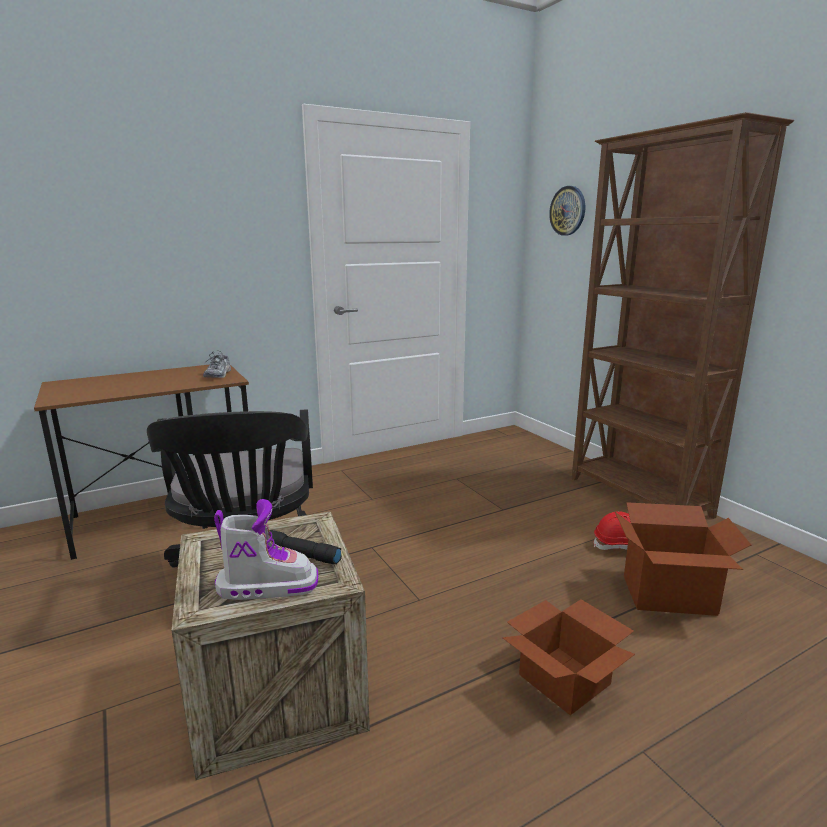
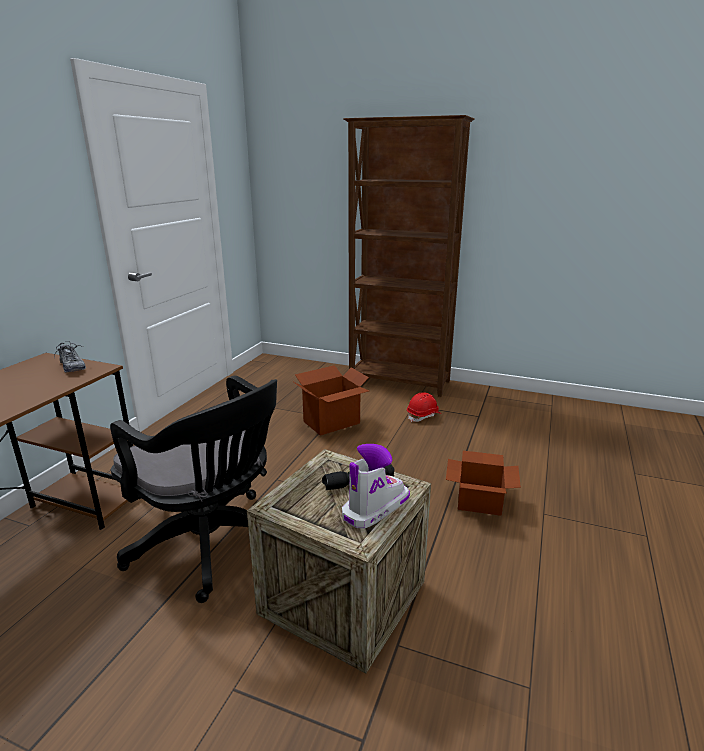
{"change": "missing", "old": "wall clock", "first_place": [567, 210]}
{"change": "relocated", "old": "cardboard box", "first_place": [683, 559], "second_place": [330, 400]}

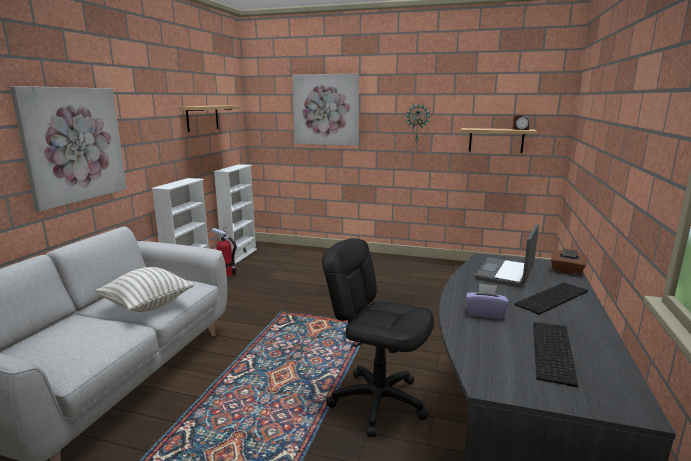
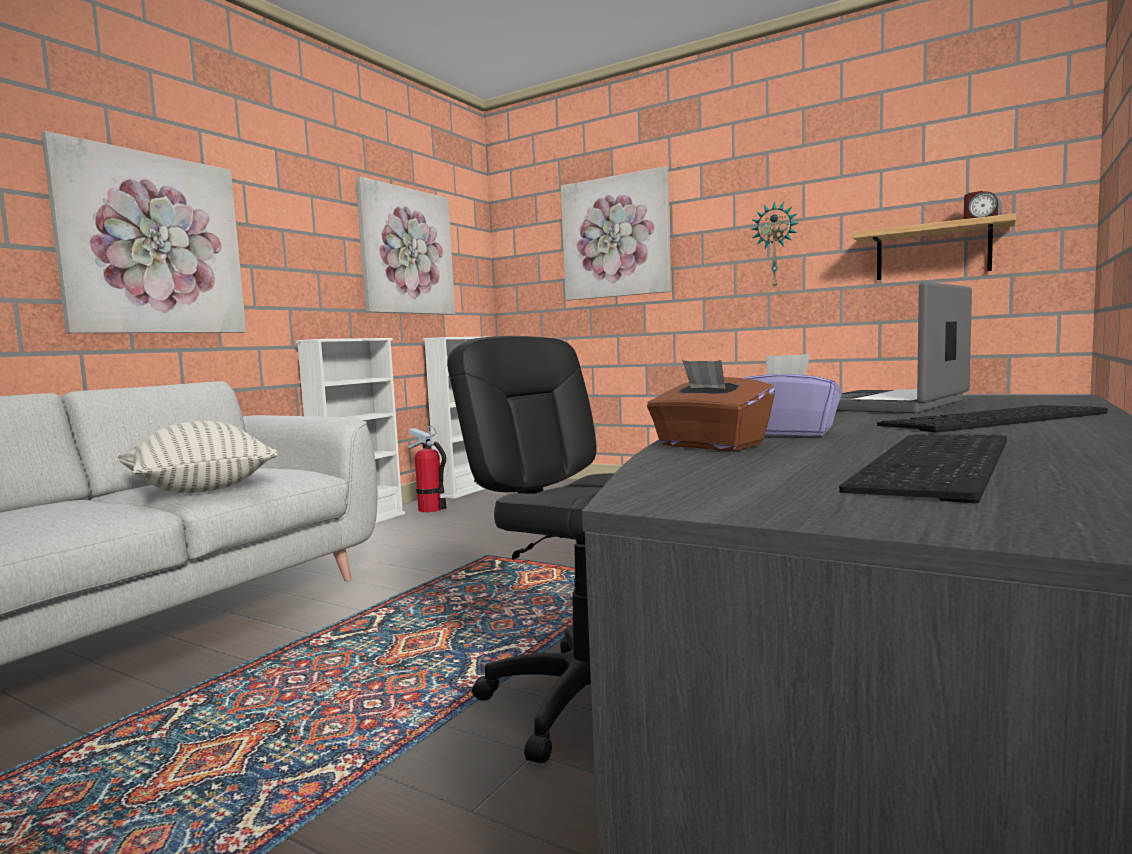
{"change": "exchanged", "old": "shelf", "new": "picture", "first_place": [210, 118], "second_place": [405, 245]}
{"change": "relocated", "old": "tissue box in brown", "first_place": [569, 261], "second_place": [711, 405]}

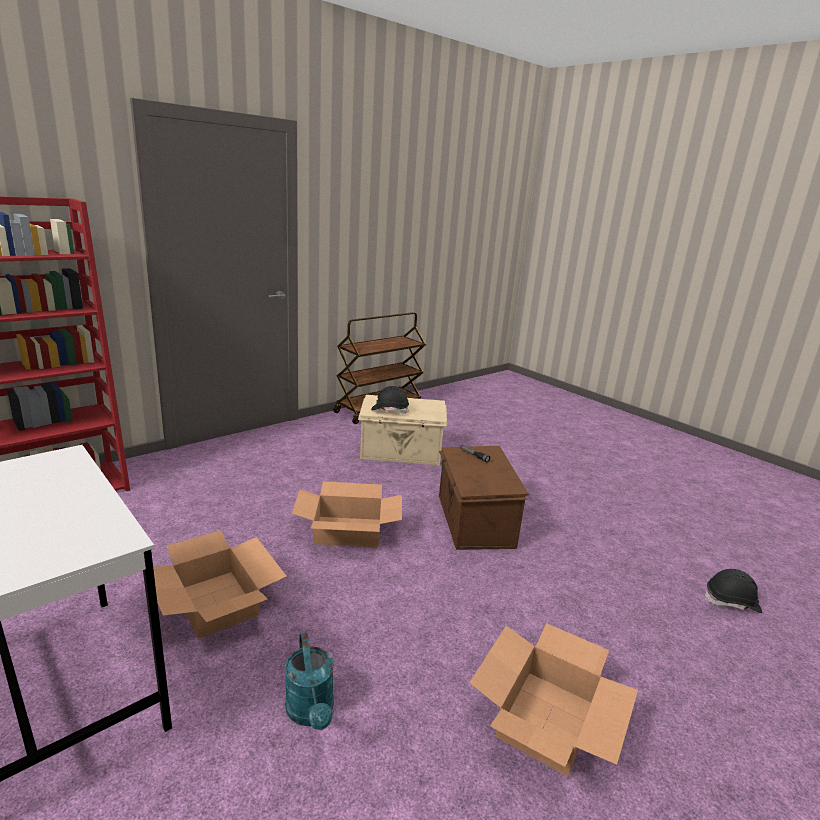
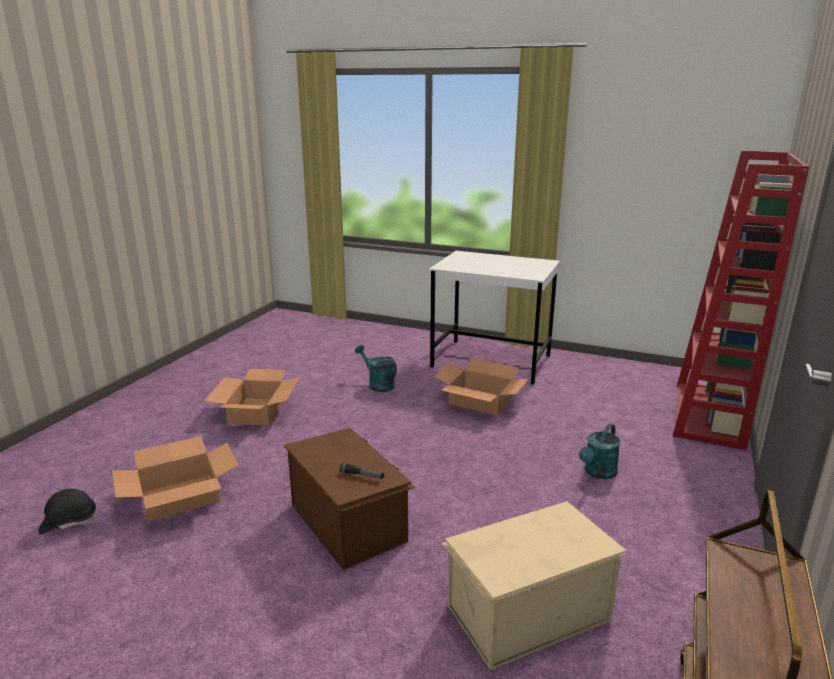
{"change": "relocated", "old": "cardboard box", "first_place": [347, 514], "second_place": [175, 478]}
{"change": "missing", "old": "hard hat in black", "first_place": [390, 400]}
{"change": "appeared", "new": "watering can in turquoise", "second_place": [599, 451]}

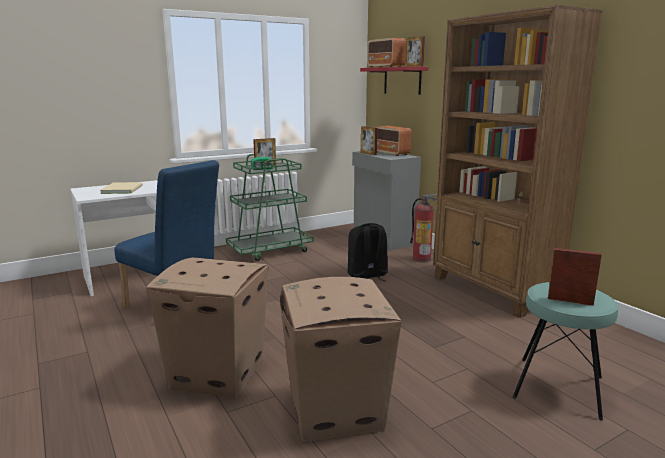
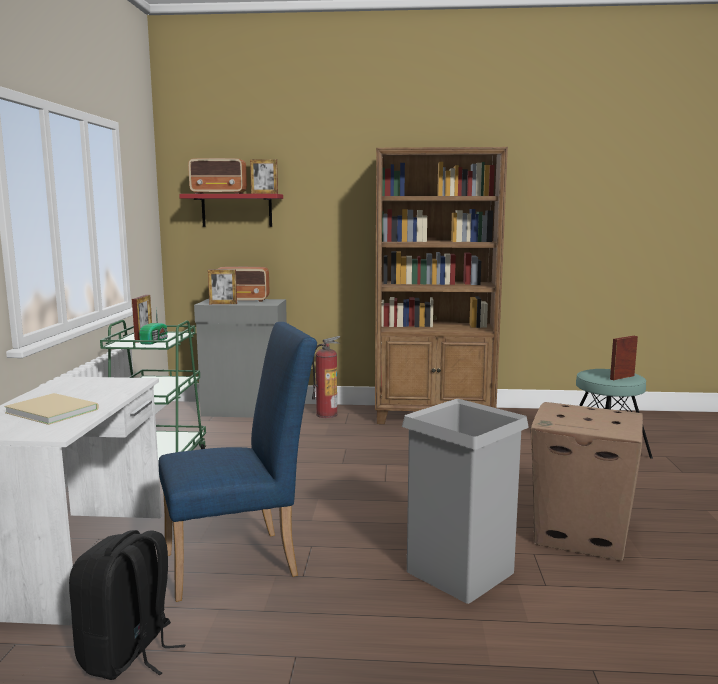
{"change": "exchanged", "old": "cardboard box", "new": "trash can in grey", "first_place": [207, 327], "second_place": [465, 501]}
{"change": "relocated", "old": "backpack in black", "first_place": [367, 252], "second_place": [127, 605]}

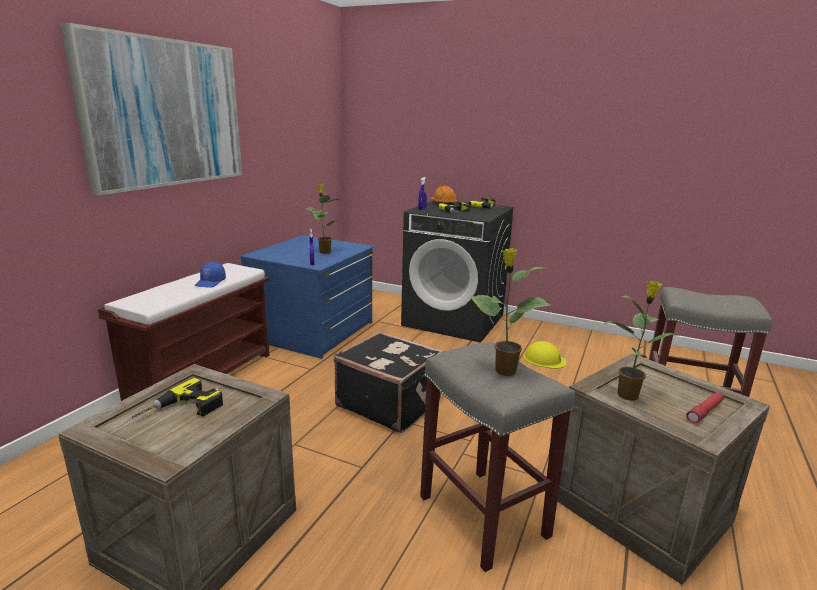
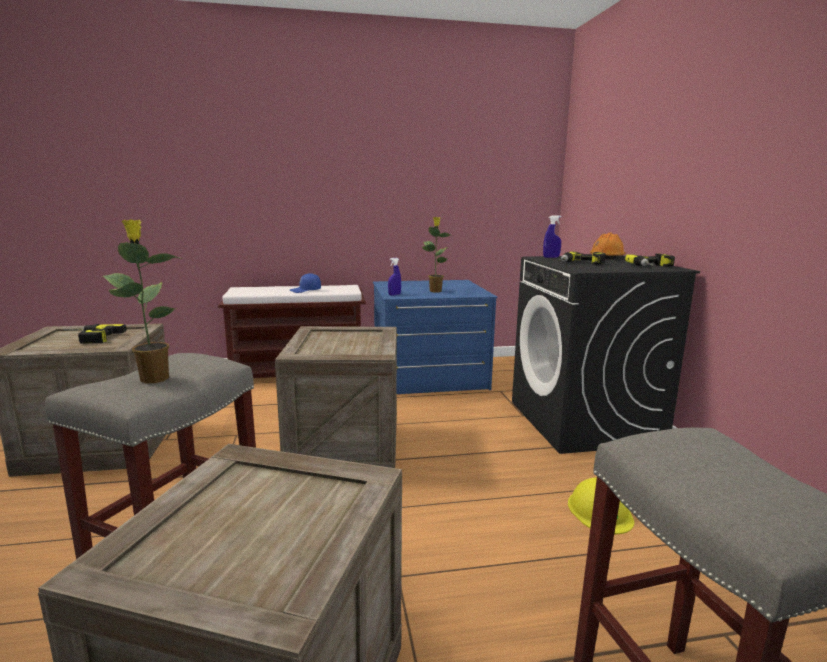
{"change": "missing", "old": "picture", "first_place": [151, 109]}
{"change": "exchanged", "old": "suitcase in black", "new": "crate", "first_place": [389, 382], "second_place": [336, 397]}
{"change": "missing", "old": "potted plant", "first_place": [644, 340]}
{"change": "missing", "old": "flashlight in red", "first_place": [705, 408]}

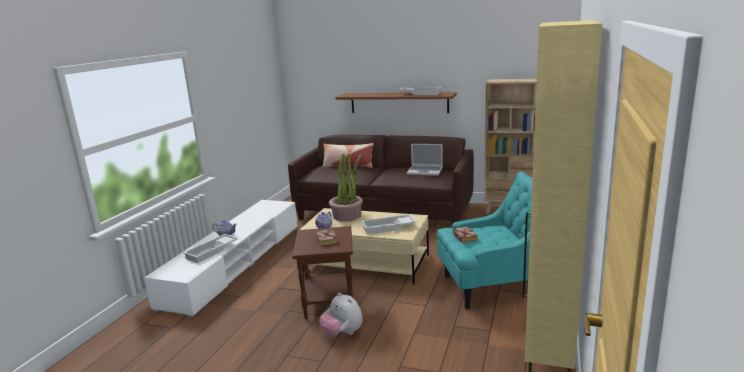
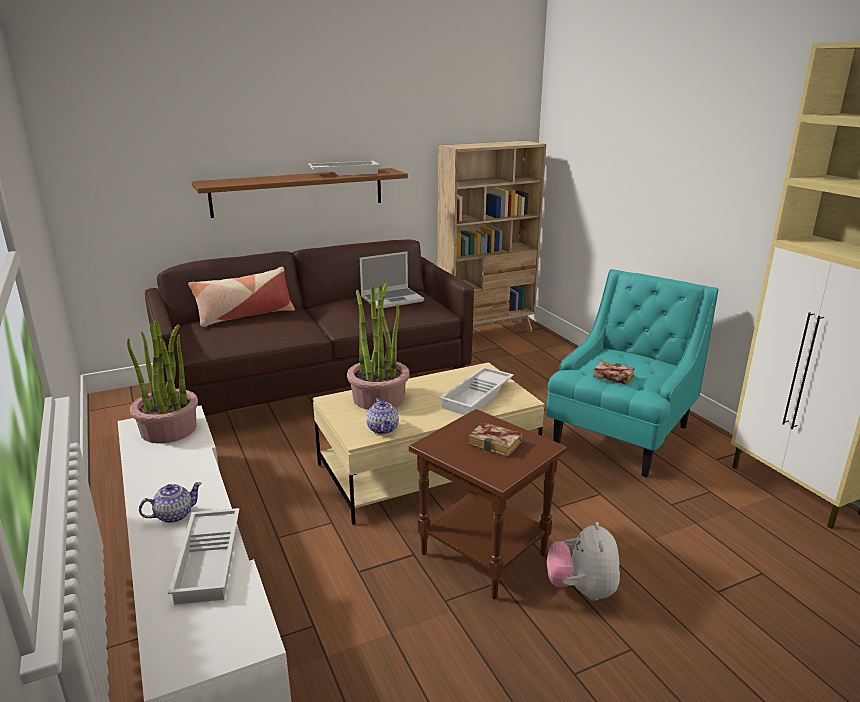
{"change": "spun", "old": "plush toy", "first_place": [341, 314], "second_place": [583, 561], "degrees": 90}
{"change": "appeared", "new": "potted plant", "second_place": [162, 381]}

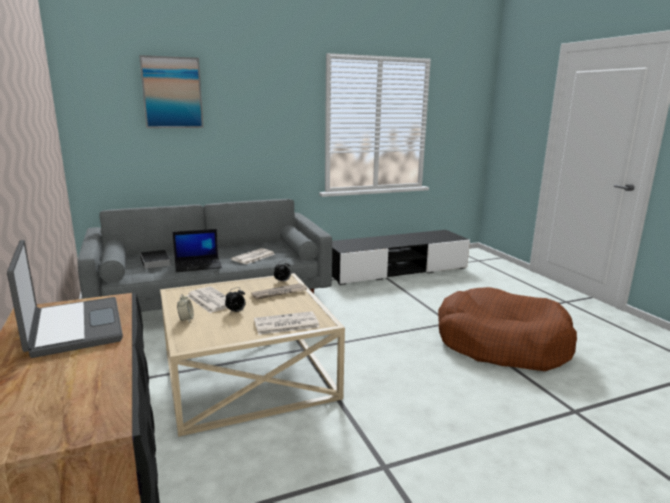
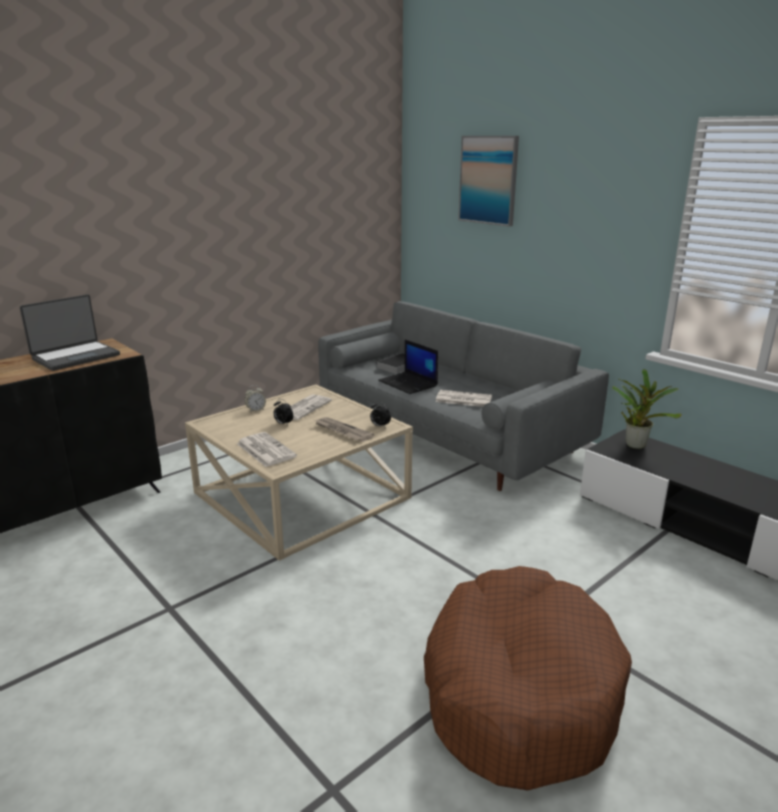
{"change": "appeared", "new": "potted plant", "second_place": [647, 409]}

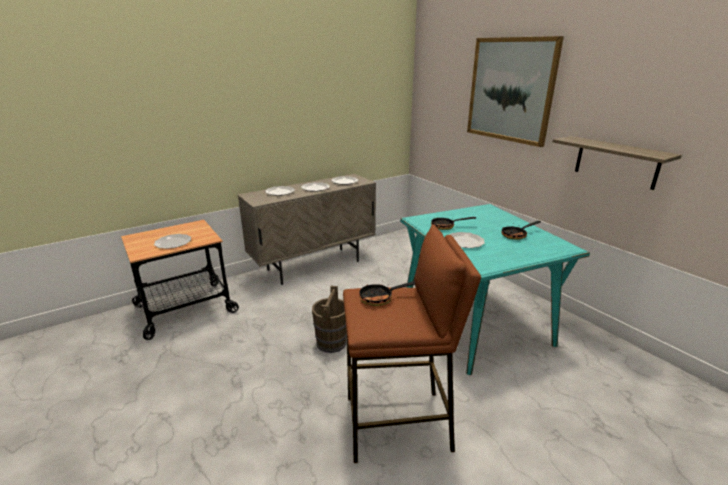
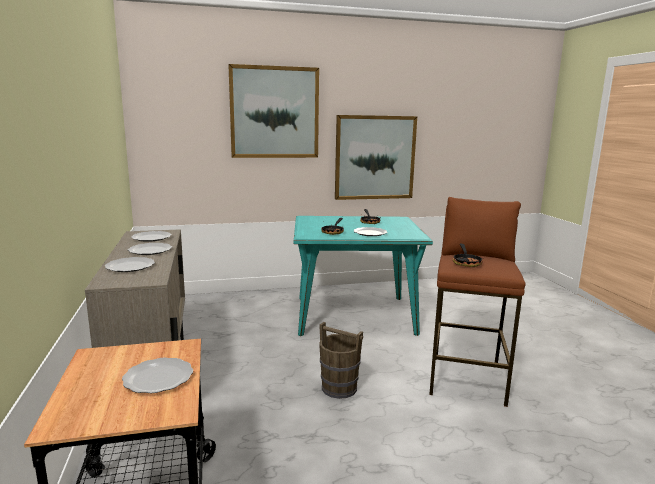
{"change": "exchanged", "old": "shelf", "new": "picture", "first_place": [617, 163], "second_place": [376, 157]}

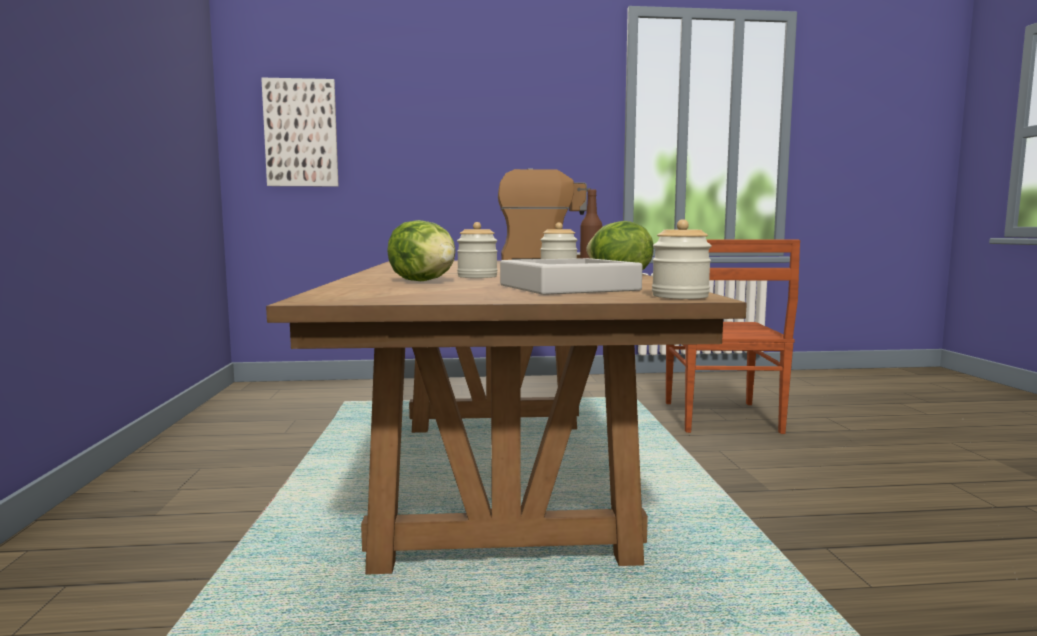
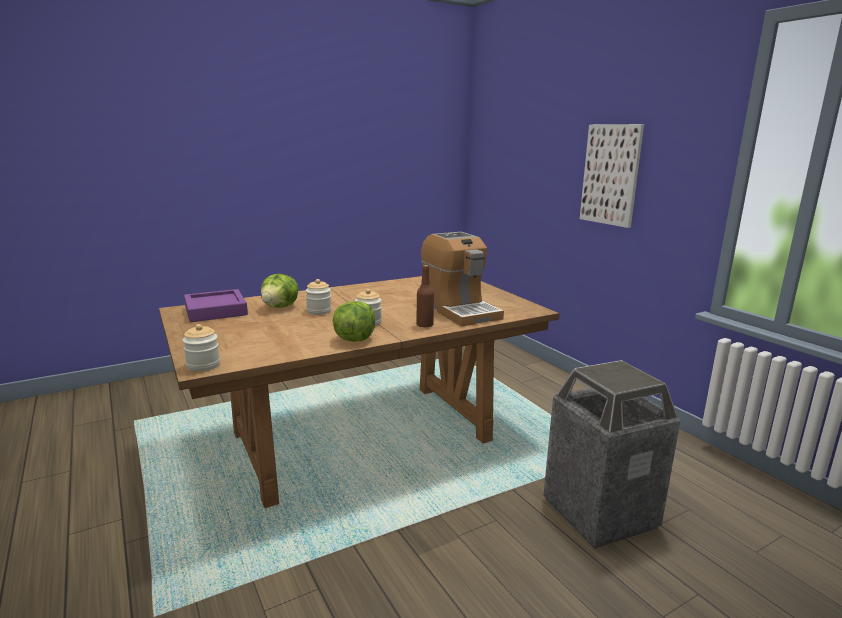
{"change": "relocated", "old": "picture", "first_place": [299, 132], "second_place": [612, 176]}
{"change": "missing", "old": "tray in grey", "first_place": [571, 276]}
{"change": "exchanged", "old": "chair in brown", "new": "trash can", "first_place": [733, 336], "second_place": [611, 454]}
{"change": "appeared", "new": "tray in purple", "second_place": [216, 305]}

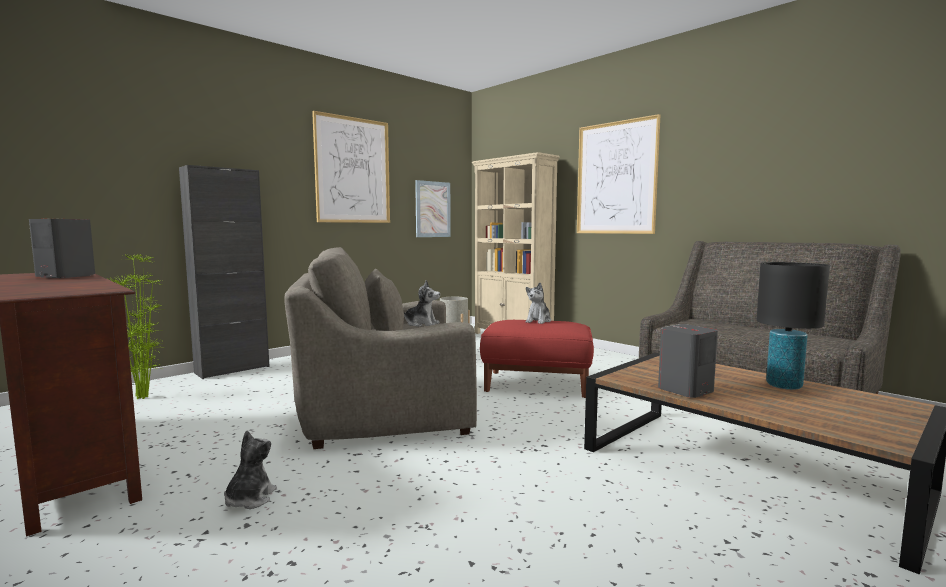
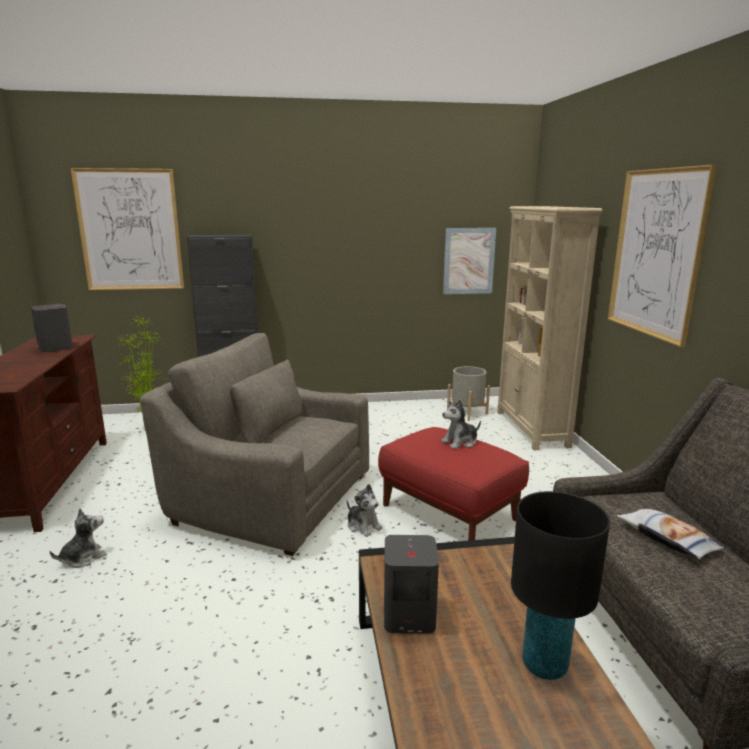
{"change": "relocated", "old": "picture", "first_place": [351, 167], "second_place": [127, 229]}
{"change": "relocated", "old": "plush toy", "first_place": [422, 303], "second_place": [364, 510]}
{"change": "appeared", "new": "pillow", "second_place": [671, 533]}

